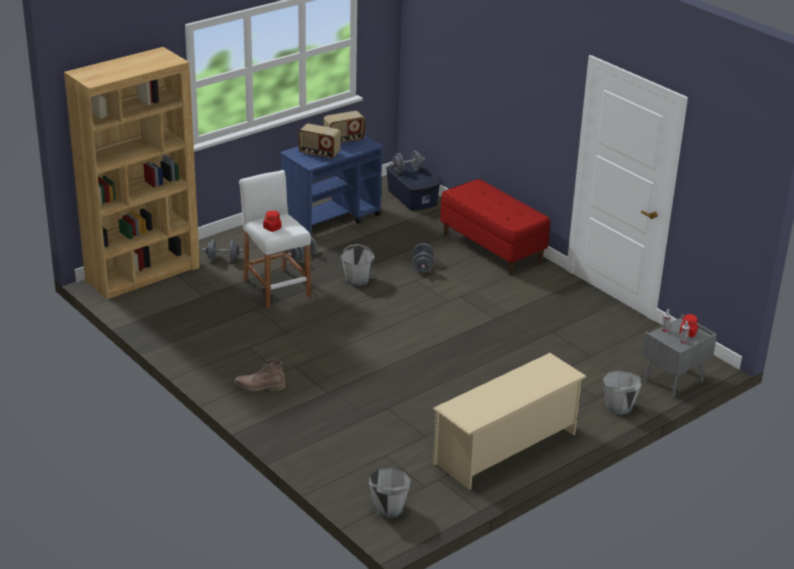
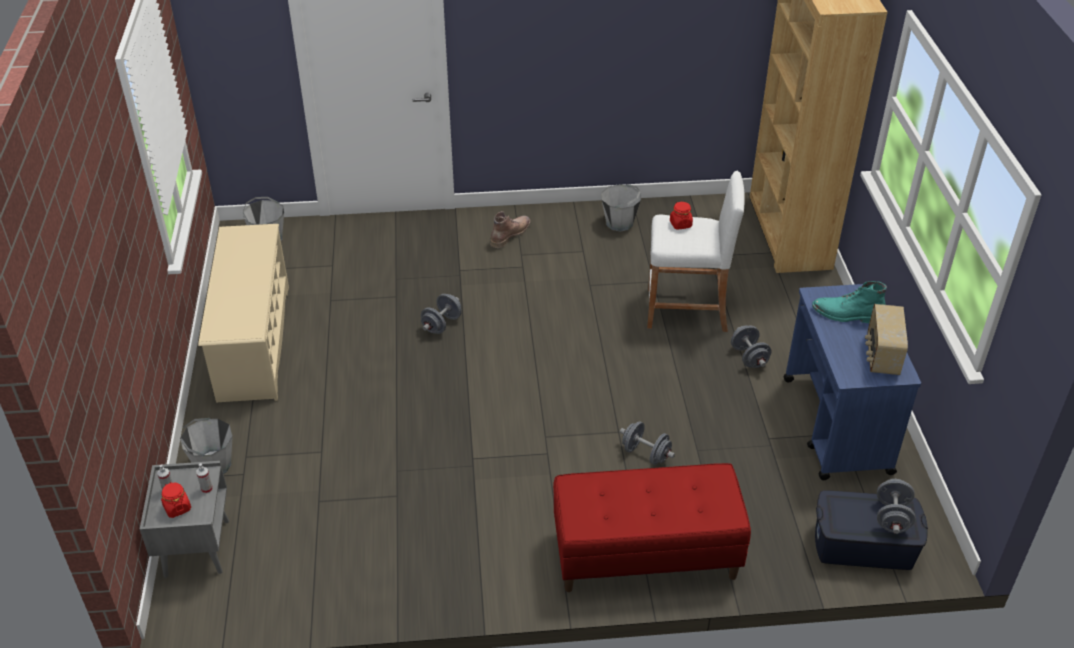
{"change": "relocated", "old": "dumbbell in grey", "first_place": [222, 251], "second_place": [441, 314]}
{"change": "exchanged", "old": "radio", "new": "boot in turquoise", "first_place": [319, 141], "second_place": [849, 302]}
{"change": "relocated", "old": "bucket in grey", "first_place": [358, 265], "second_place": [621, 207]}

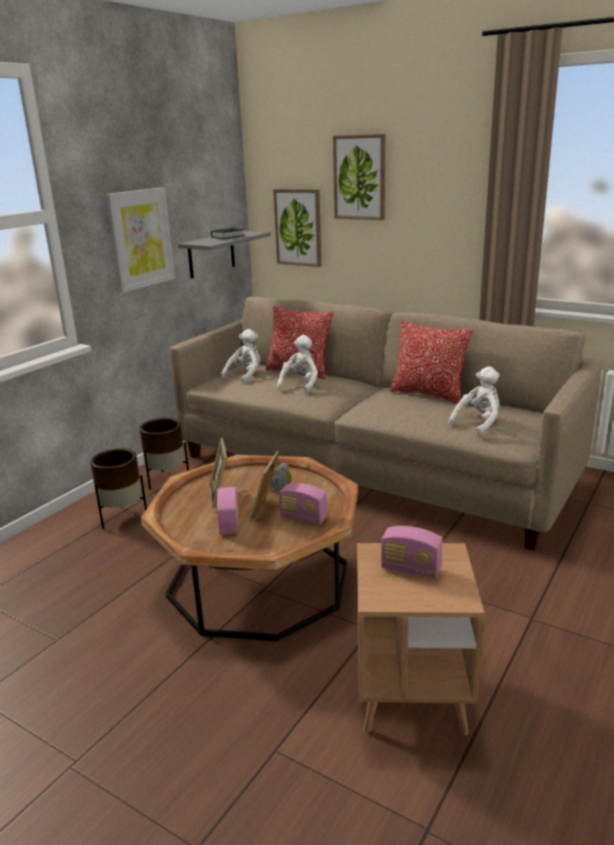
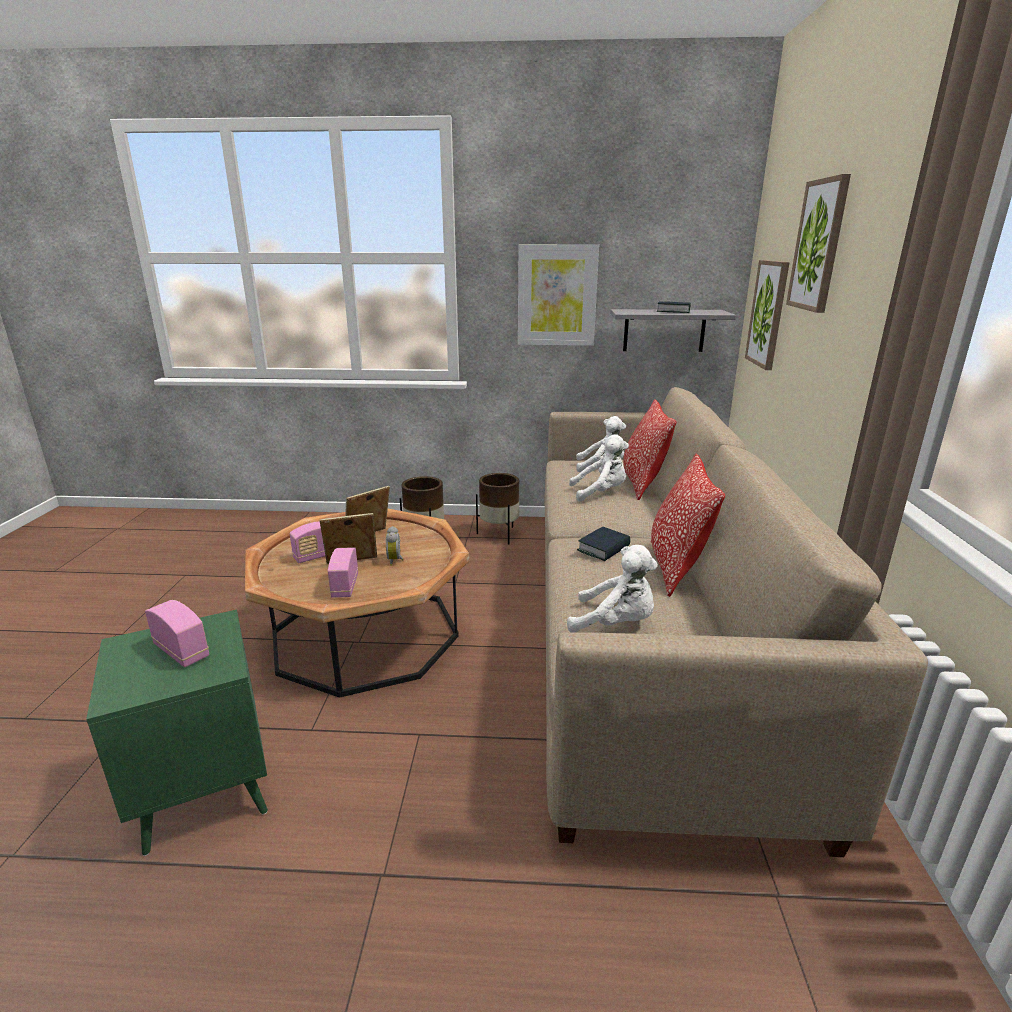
{"change": "colour", "old": "side table in brown", "new": "side table in green", "first_place": [421, 639], "second_place": [177, 733]}
{"change": "spun", "old": "radio", "first_place": [412, 552], "second_place": [177, 633], "degrees": 135}
{"change": "appeared", "new": "book", "second_place": [603, 544]}

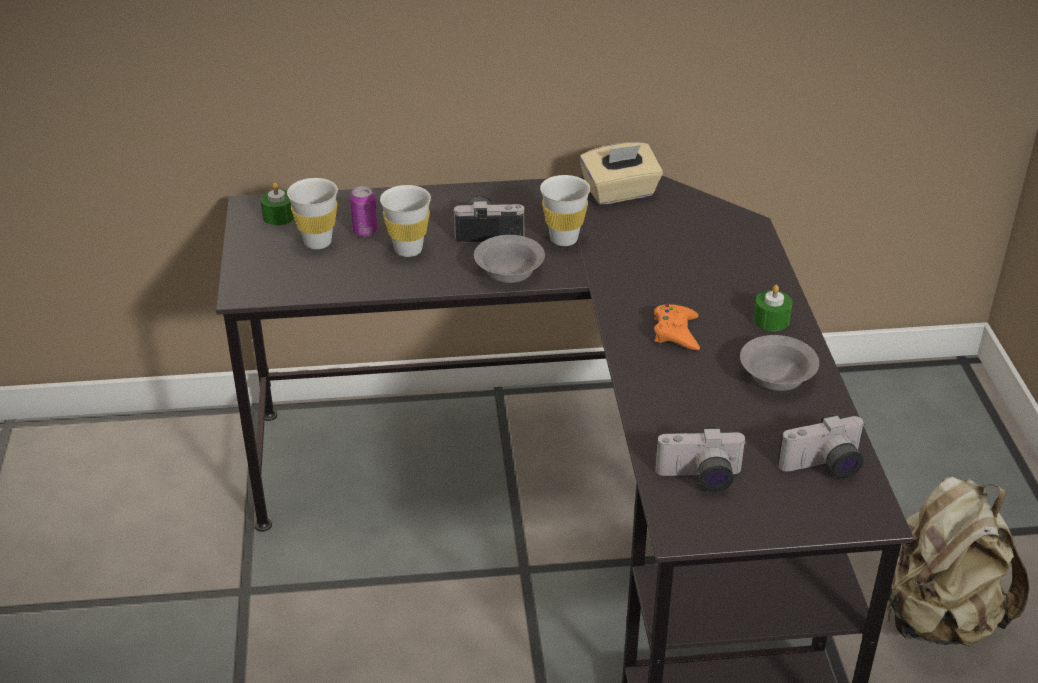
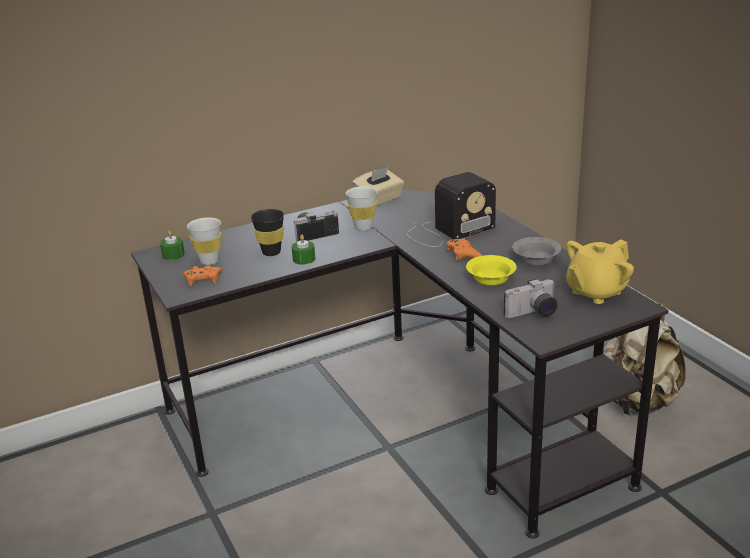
{"change": "missing", "old": "can", "first_place": [363, 211]}
{"change": "colour", "old": "cup in white", "new": "cup in black", "first_place": [405, 221], "second_place": [267, 232]}
{"change": "missing", "old": "bowl in grey", "first_place": [509, 259]}
{"change": "relocated", "old": "candle in green", "first_place": [772, 308], "second_place": [303, 250]}
{"change": "exchanged", "old": "photo camera", "new": "teapot in yellow", "first_place": [821, 446], "second_place": [600, 271]}
{"change": "appeared", "new": "game controller in orange", "second_place": [202, 276]}
{"change": "appeared", "new": "radio", "second_place": [451, 209]}
{"change": "appeared", "new": "bowl in yellow", "second_place": [491, 270]}

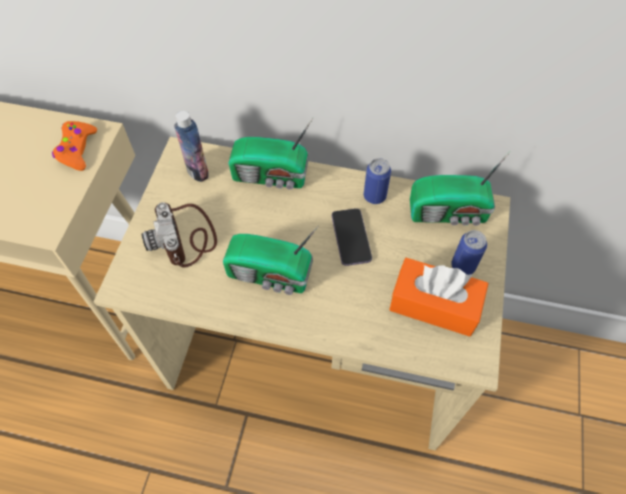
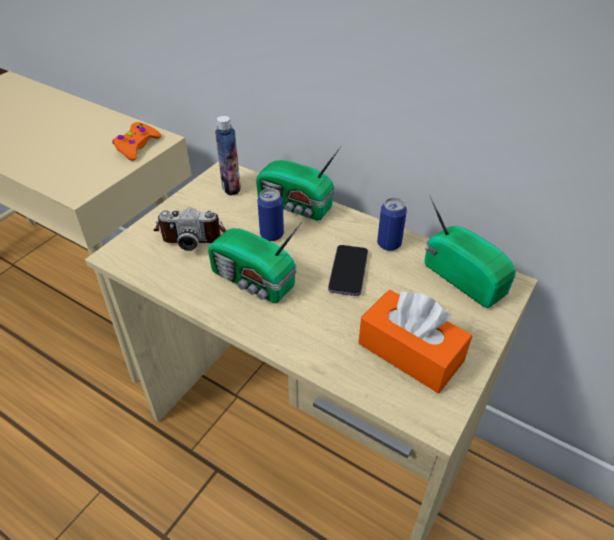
{"change": "spun", "old": "photo camera", "first_place": [179, 235], "second_place": [189, 229], "degrees": -90}
{"change": "spun", "old": "radio", "first_place": [460, 188], "second_place": [470, 251], "degrees": -150}
{"change": "relocated", "old": "can", "first_place": [469, 252], "second_place": [270, 214]}

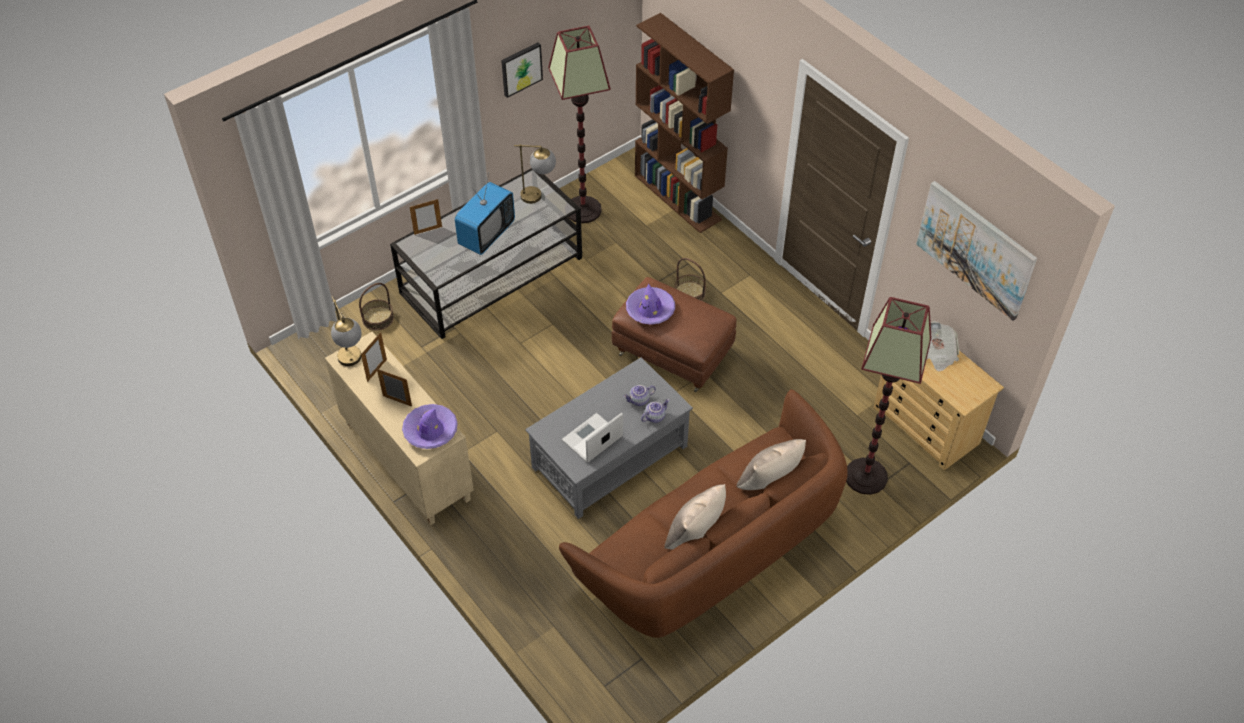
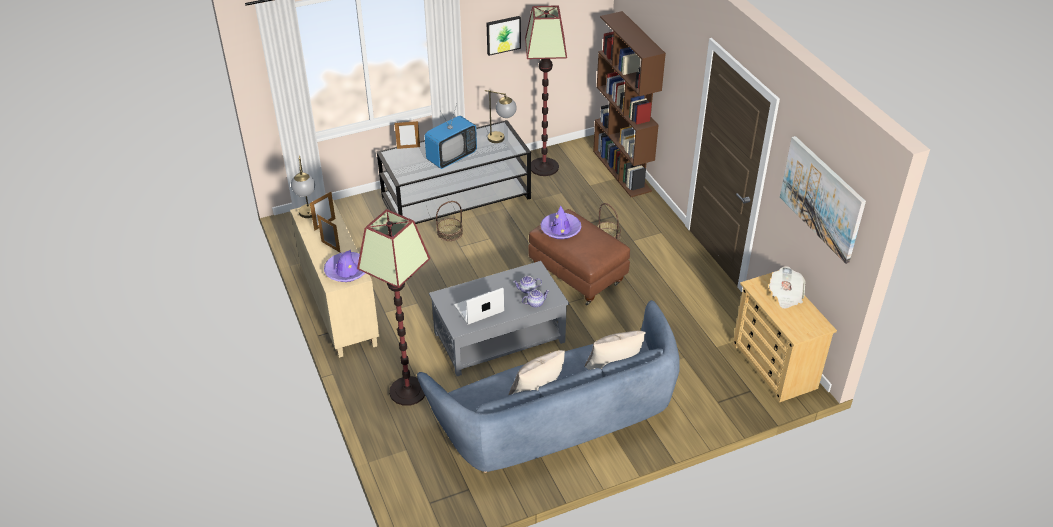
{"change": "relocated", "old": "basket", "first_place": [376, 307], "second_place": [449, 221]}
{"change": "colour", "old": "sofa in brown", "new": "sofa in blue", "first_place": [703, 513], "second_place": [548, 386]}
{"change": "relocated", "old": "floor lamp", "first_place": [889, 396], "second_place": [393, 307]}

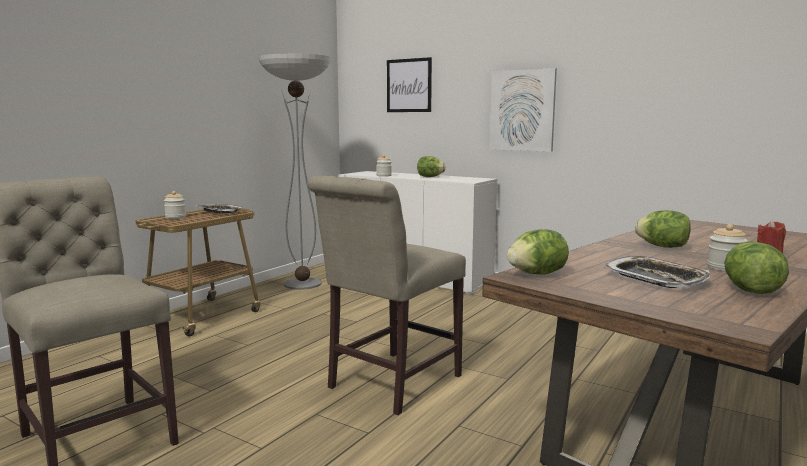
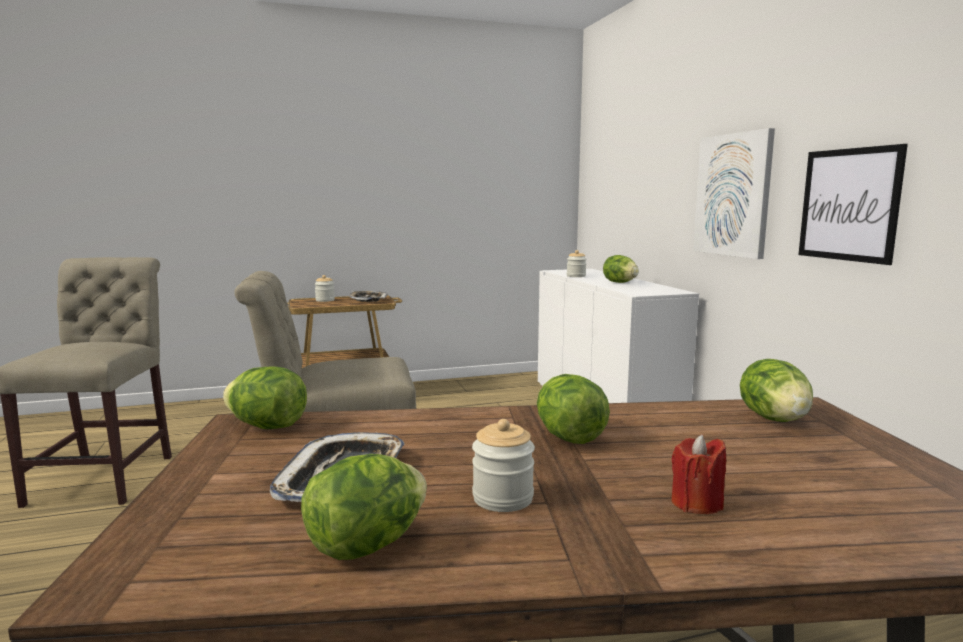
{"change": "missing", "old": "floor lamp", "first_place": [294, 171]}
{"change": "relocated", "old": "picture", "first_place": [409, 84], "second_place": [853, 204]}
{"change": "appeared", "new": "lettuce", "second_place": [776, 390]}

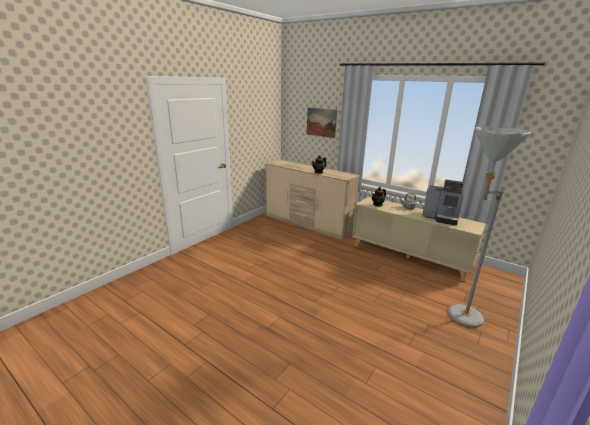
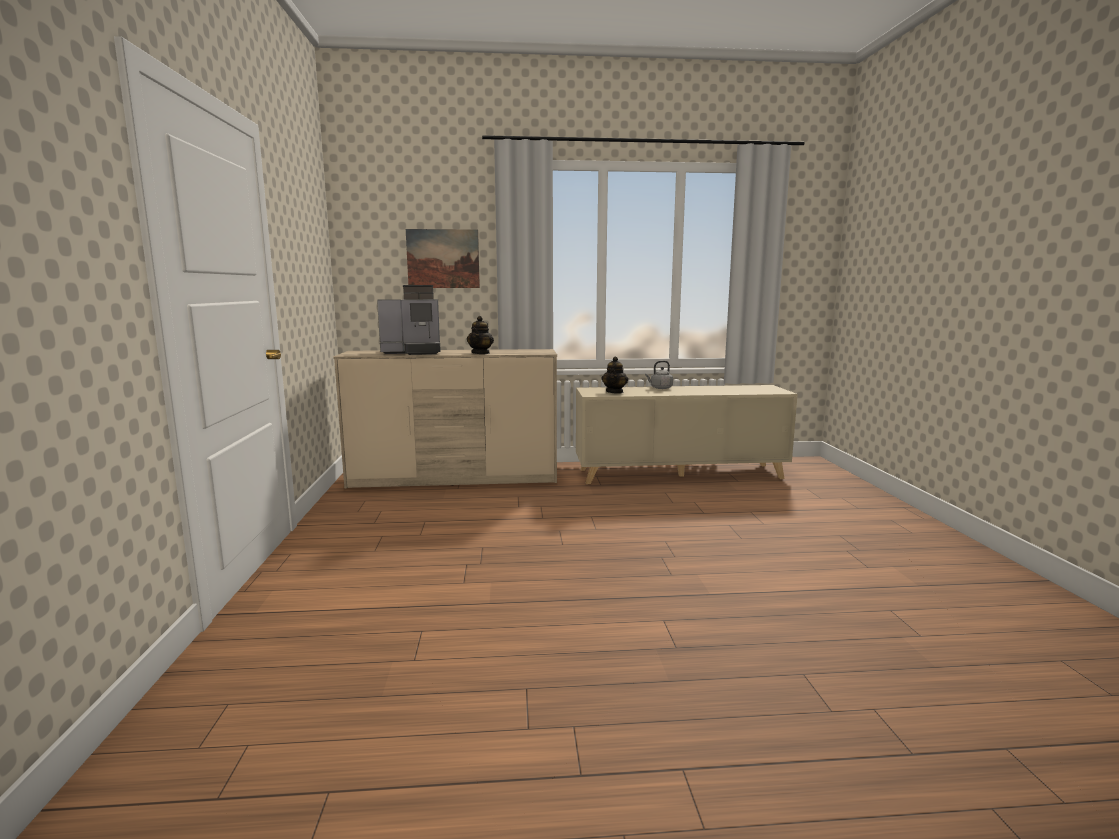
{"change": "relocated", "old": "coffee machine", "first_place": [443, 202], "second_place": [409, 320]}
{"change": "missing", "old": "floor lamp in grey", "first_place": [489, 227]}

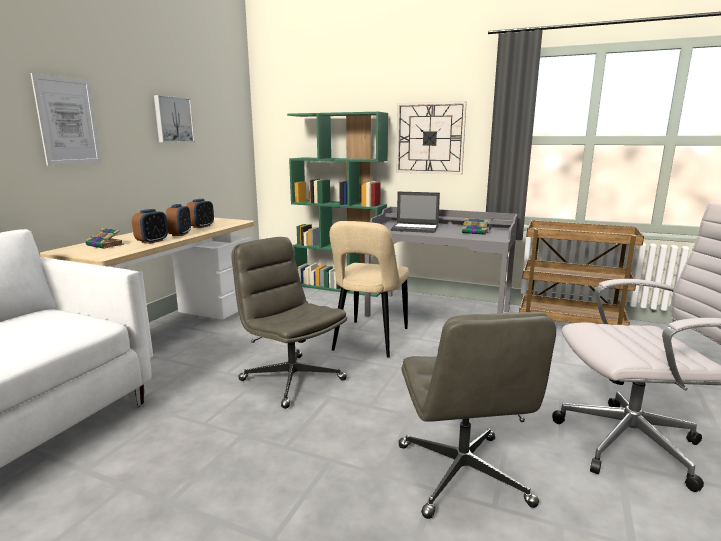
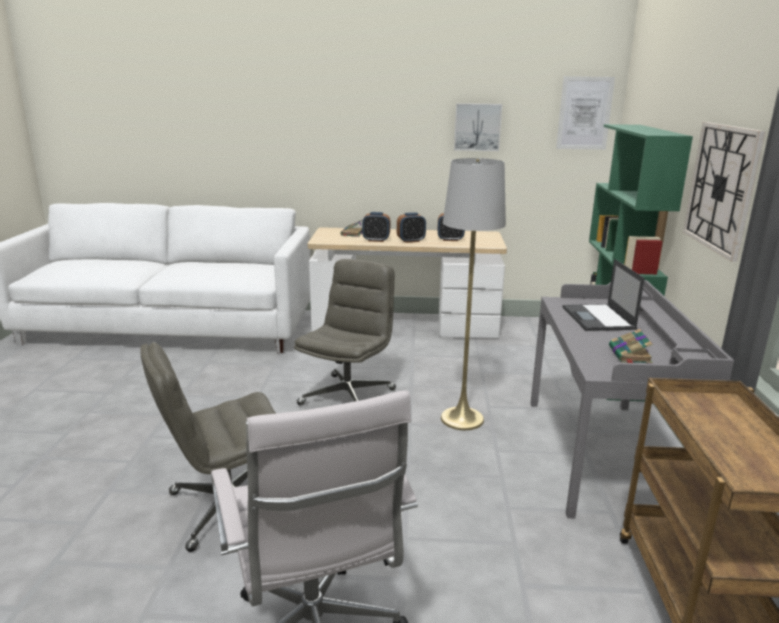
{"change": "relocated", "old": "picture", "first_place": [66, 119], "second_place": [585, 113]}
{"change": "exchanged", "old": "chair in beige", "new": "floor lamp in grey", "first_place": [369, 289], "second_place": [473, 294]}

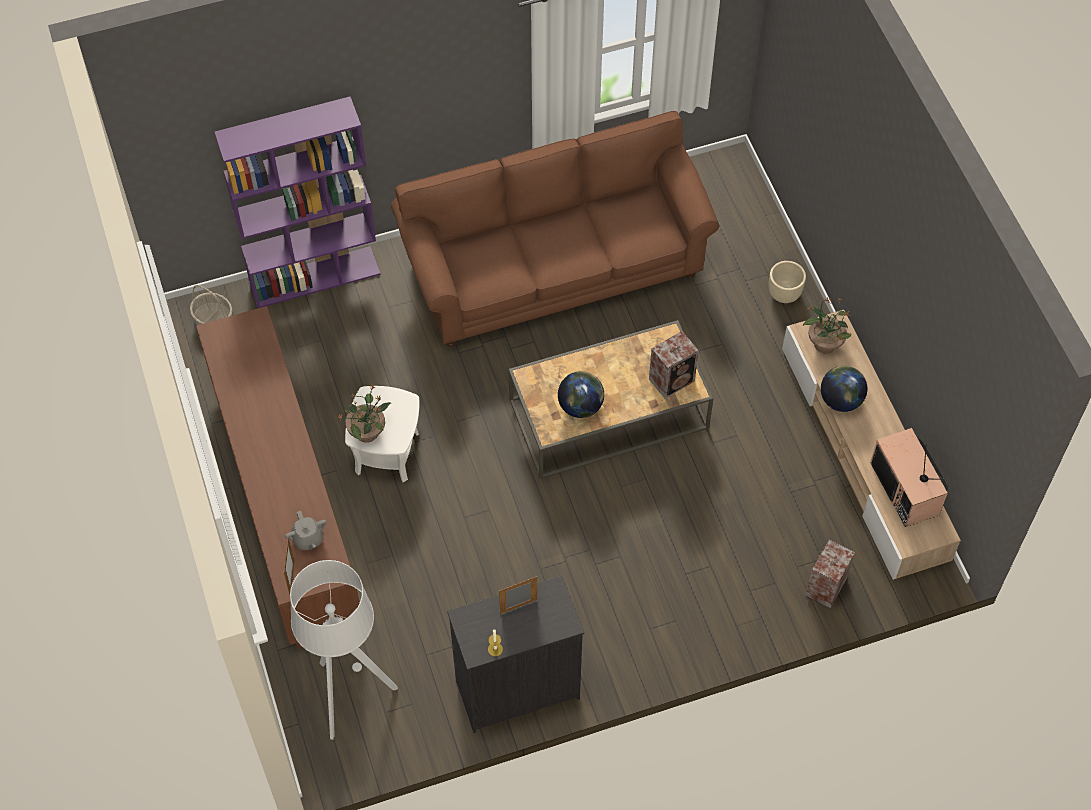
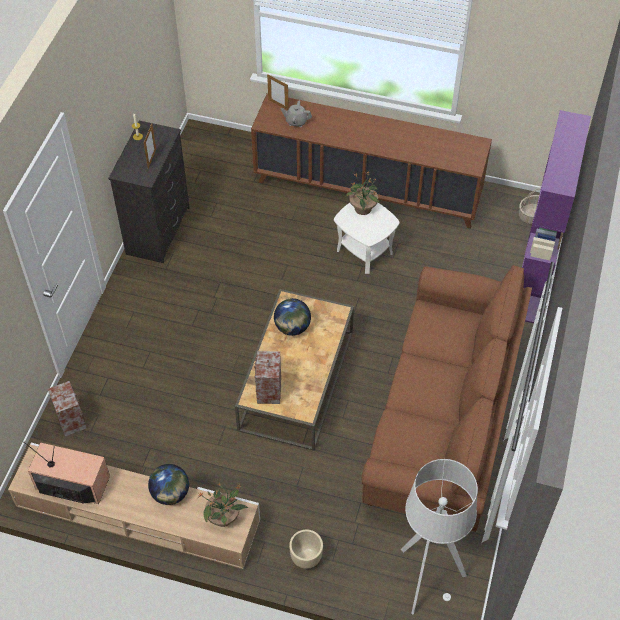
{"change": "relocated", "old": "floor lamp in grey", "first_place": [344, 650], "second_place": [439, 537]}

